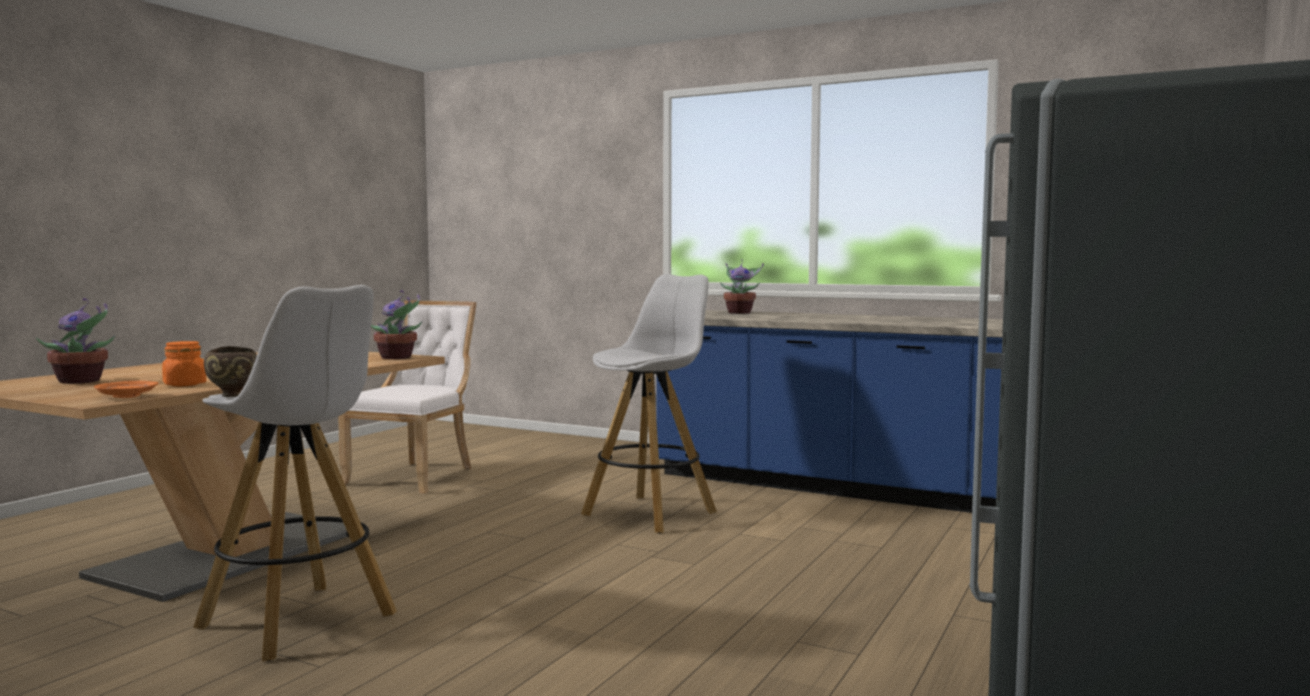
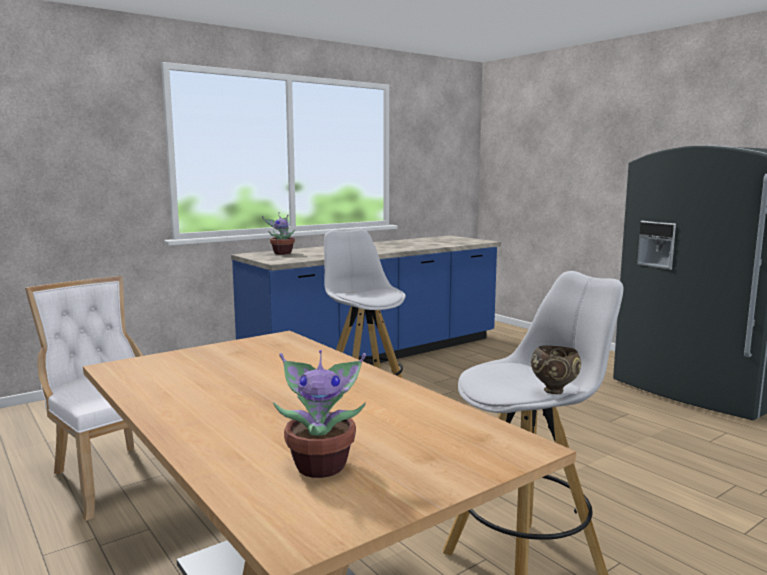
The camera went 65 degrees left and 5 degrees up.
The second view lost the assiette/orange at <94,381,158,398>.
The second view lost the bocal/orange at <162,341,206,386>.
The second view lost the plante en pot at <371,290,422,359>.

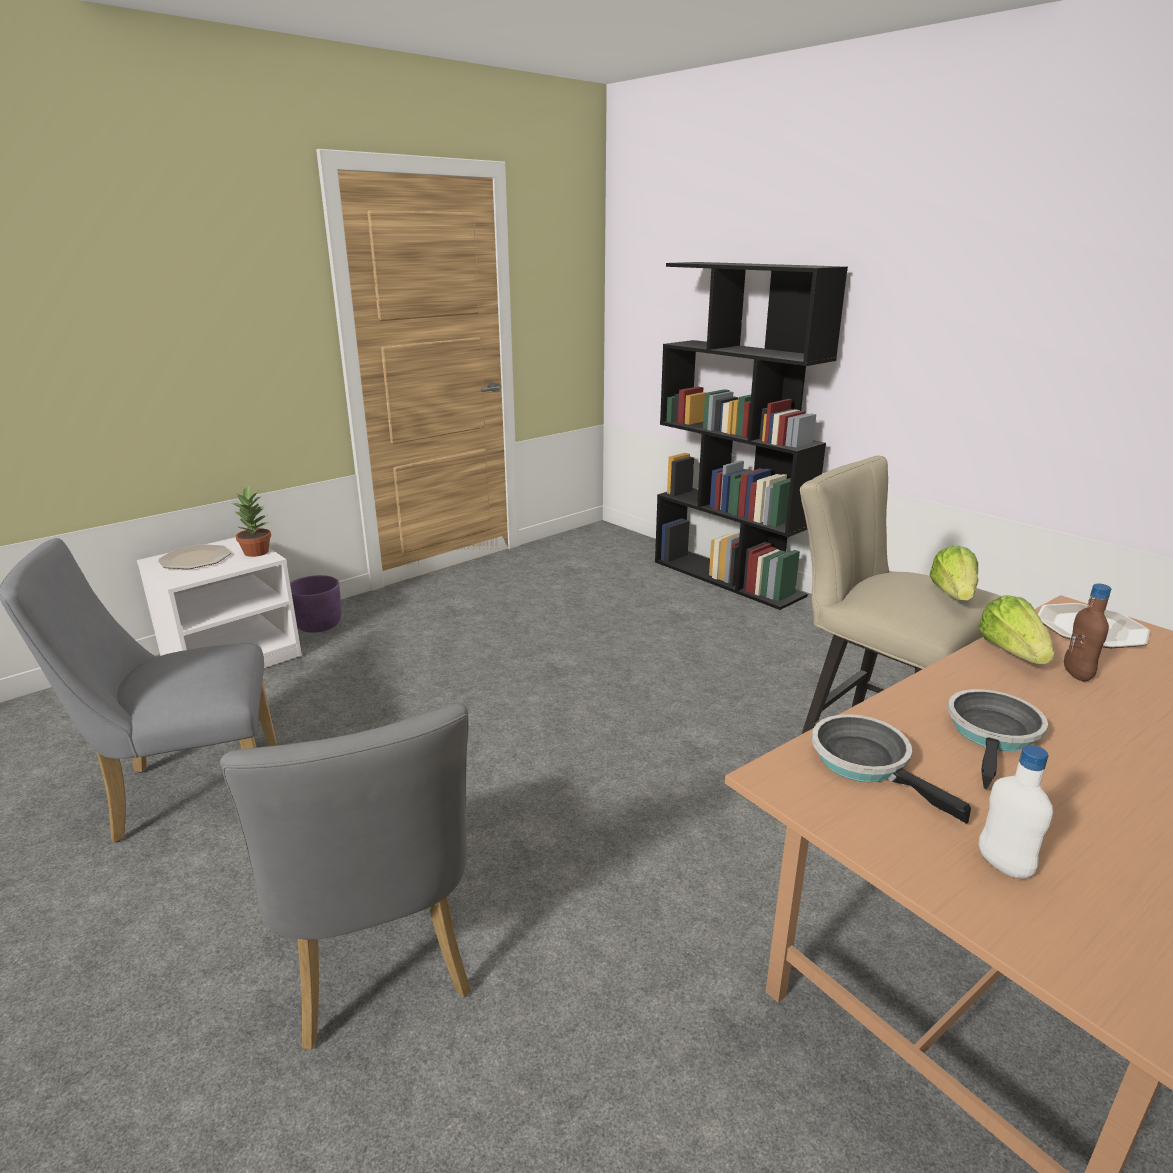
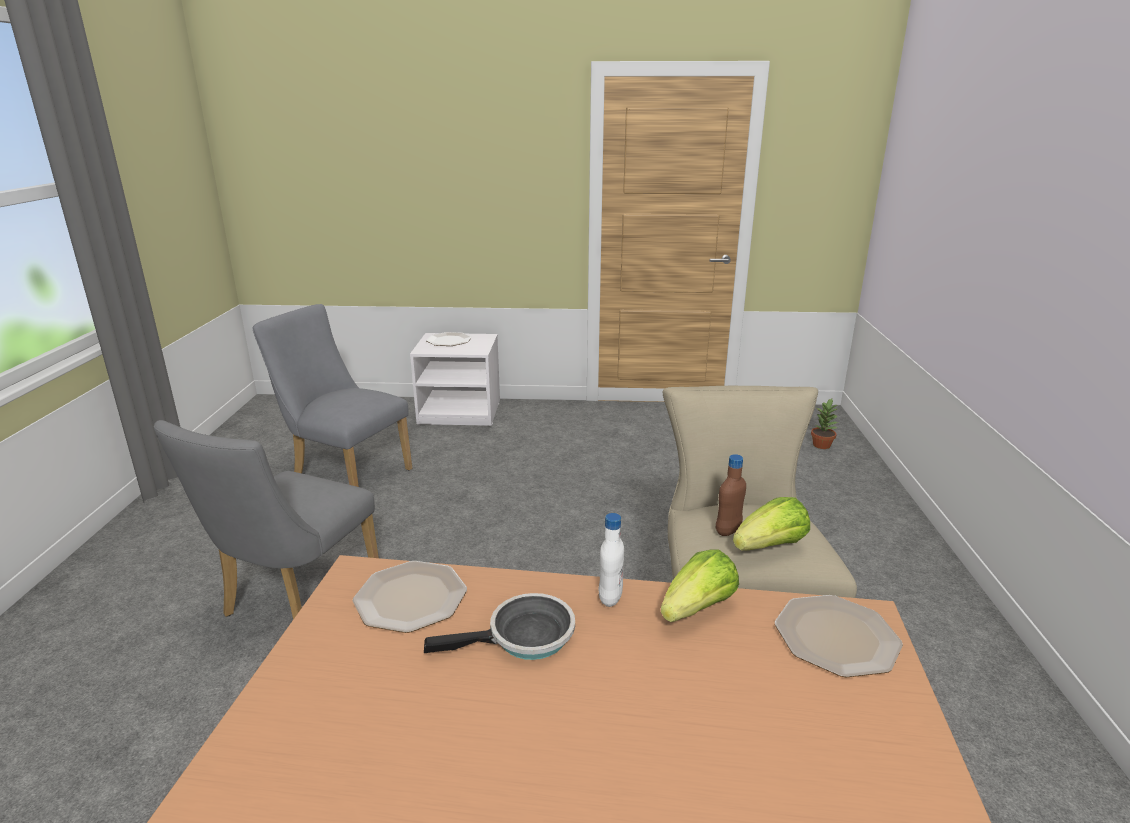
The camera went 45 degrees right and 0 degrees up.
The second view lost the cache-pot/violet at <290,575,341,633>.
The second view lost the bibliothèque/noir at <655,262,848,610>.
The plante en pot ended up elsewhere, having gone from <232,485,271,557> to <811,399,838,449>.
The bouteille/blanc ended up elsewhere, having gone from <978,745,1053,879> to <599,513,624,607>.
The bouteille/marron ended up elsewhere, having gone from <1064,583,1111,682> to <716,454,746,536>.
Where the poêle stood at <812,714,971,824>, the assiette came to stand at <353,561,467,633>.

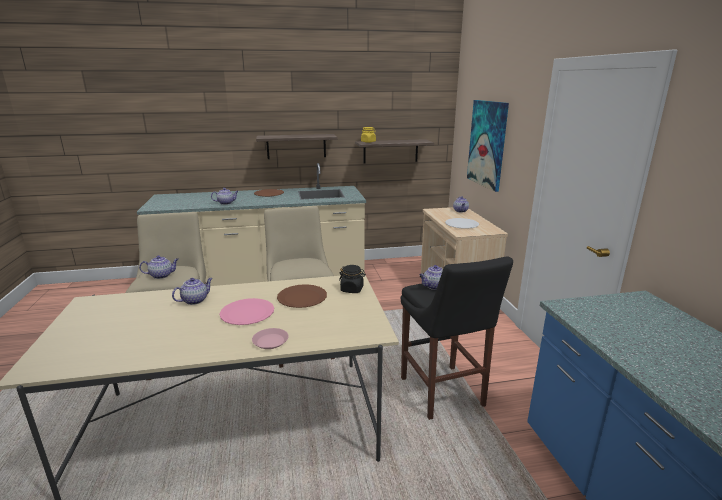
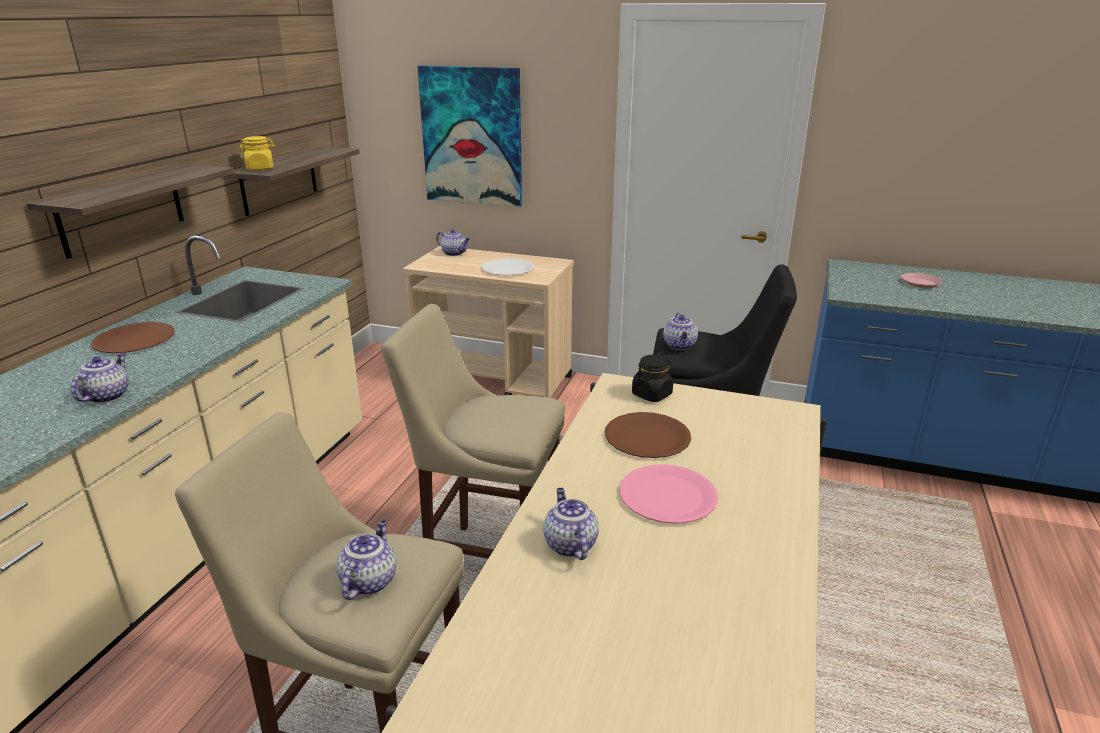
The camera went 60 degrees left and 5 degrees up.
The assiette/rose ended up elsewhere, having gone from <252,328,289,349> to <901,273,942,288>.

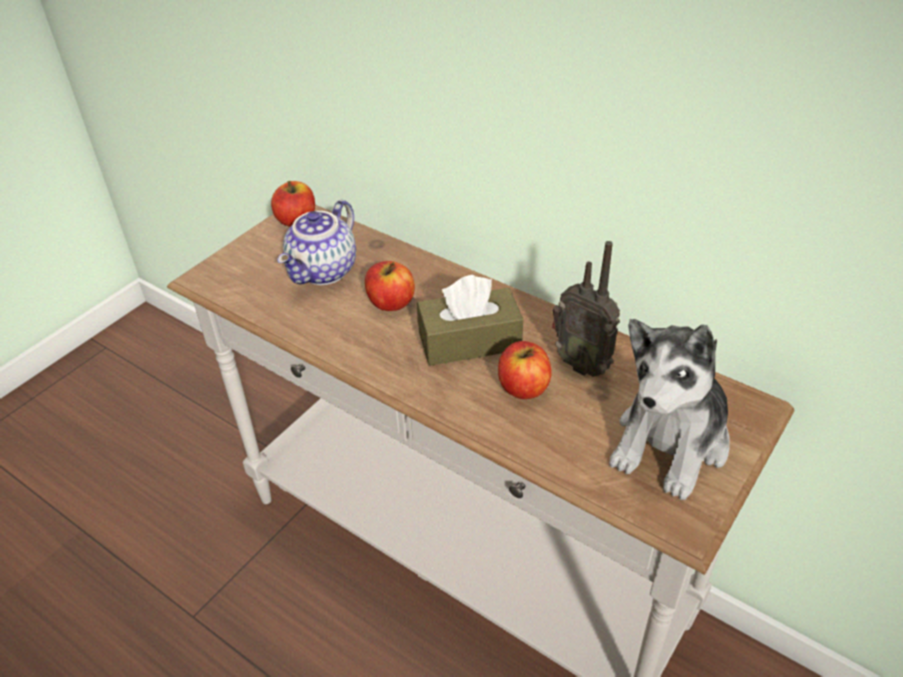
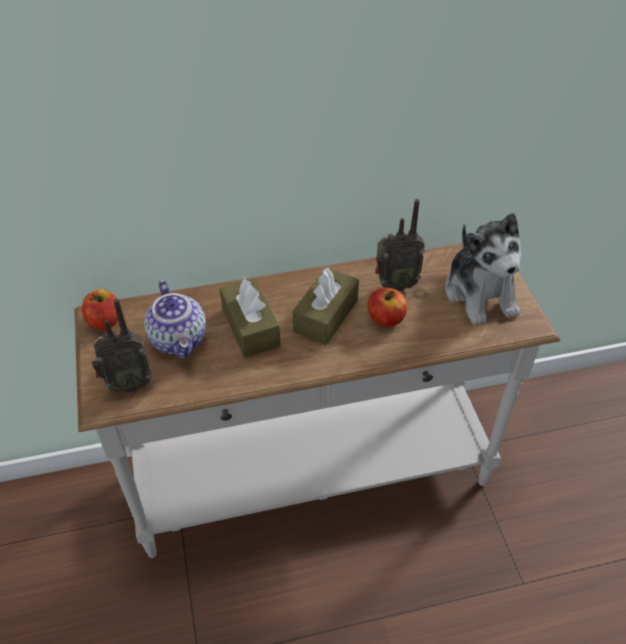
The camera went 50 degrees left and 5 degrees up.
The second view gained the radio at <92,299,152,393>.
Where the pomme stood at <365,261,415,311>, the boîte à mouchoirs/marron came to stand at <220,278,281,357>.

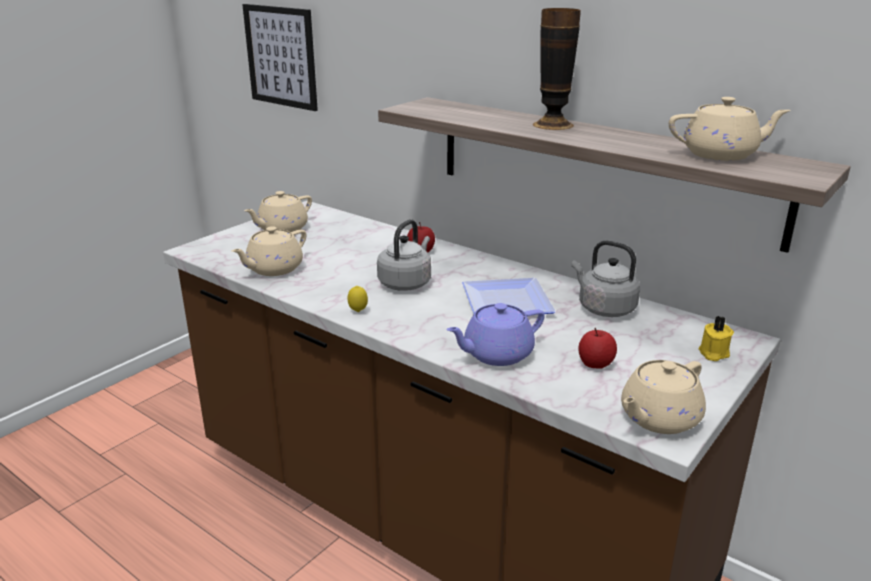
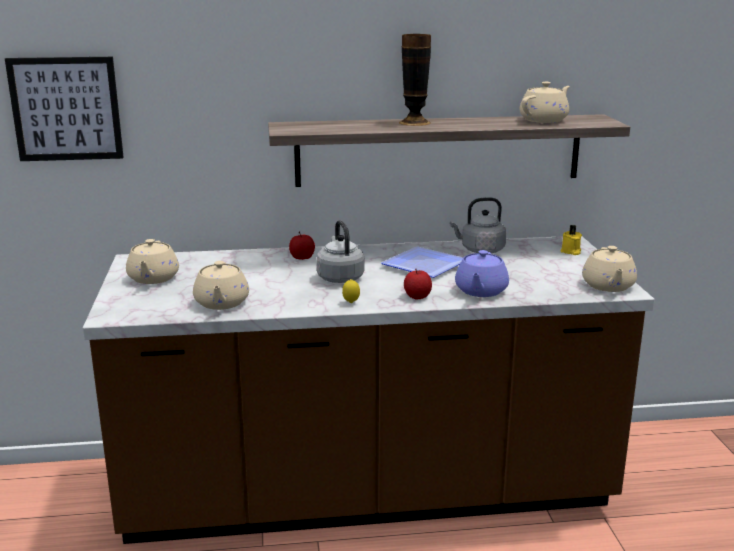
The camera went 45 degrees left and 5 degrees down.
The pomme ended up elsewhere, having gone from <578,328,617,369> to <404,269,432,299>.

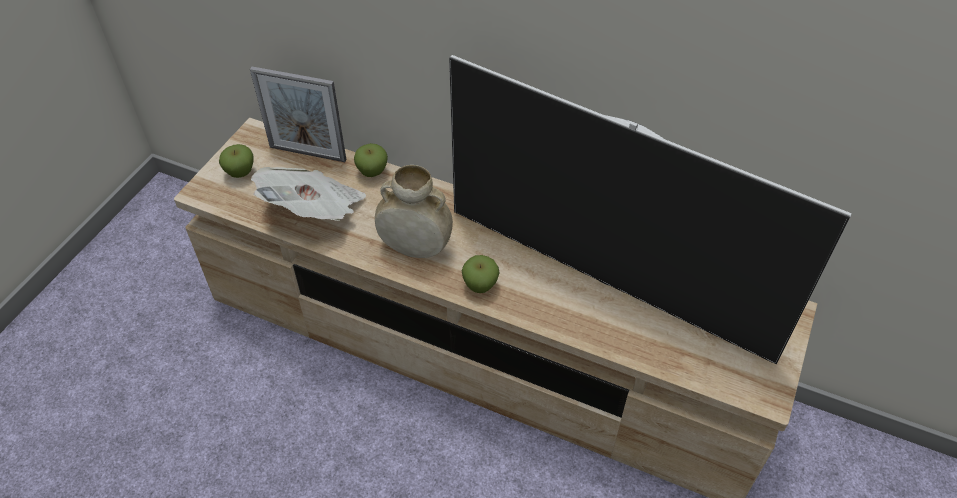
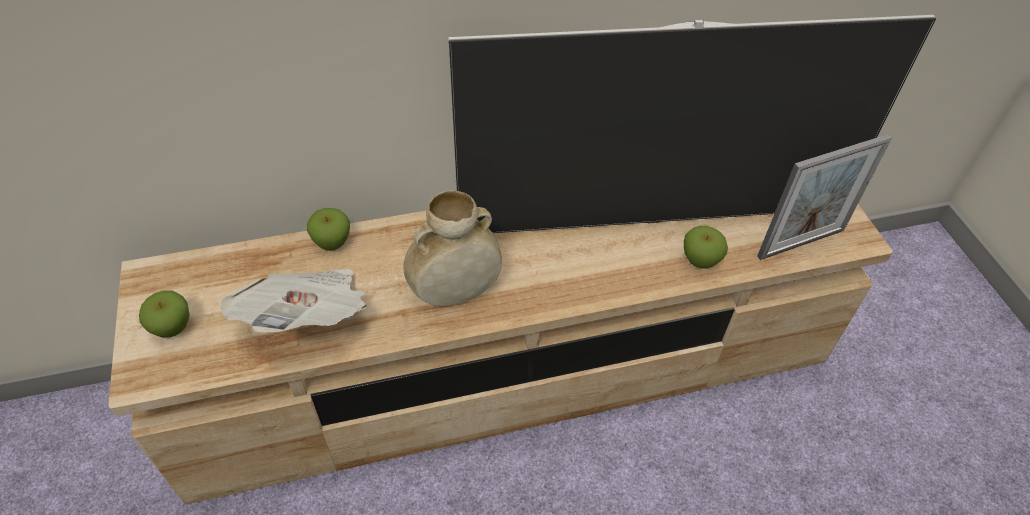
The camera went 40 degrees left and 0 degrees up.
The cadre photo ended up elsewhere, having gone from <250,67,346,162> to <757,134,892,260>.
The pomme ended up elsewhere, having gone from <462,255,499,293> to <684,226,728,269>.

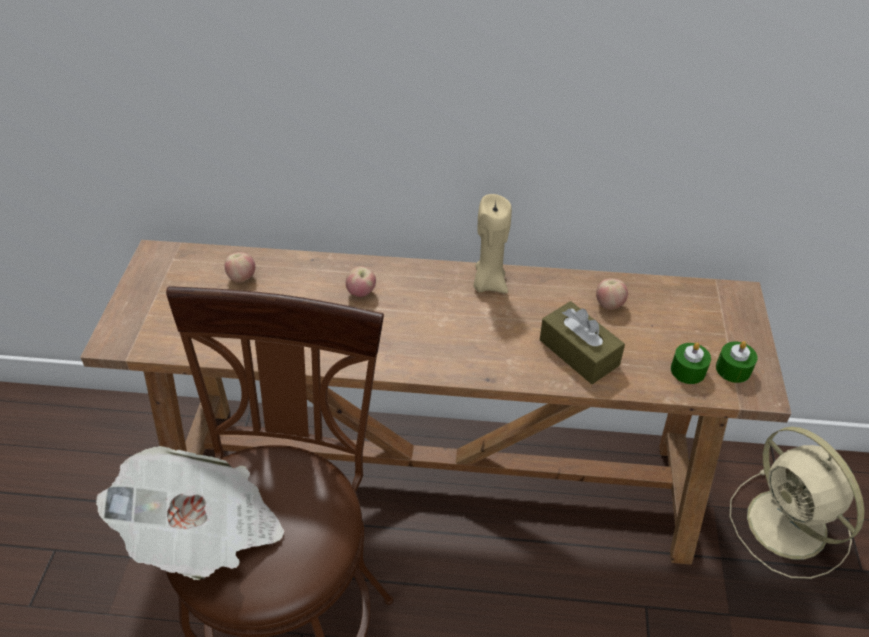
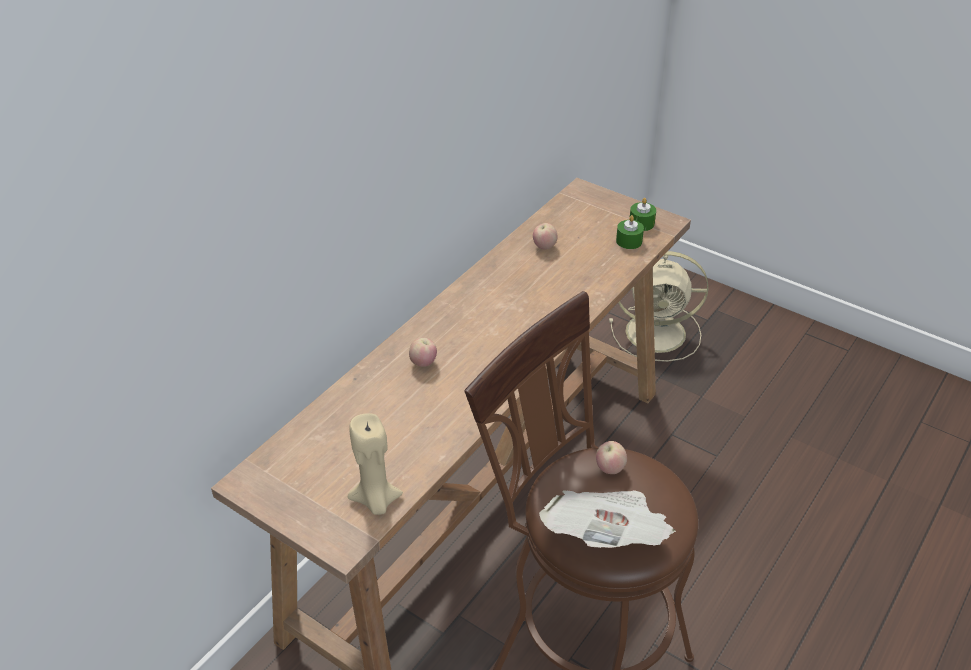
The camera went 60 degrees left and 5 degrees down.
The second view lost the boîte à mouchoirs/marron at <540,301,625,384>.
The pomme ended up elsewhere, having gone from <224,252,255,283> to <596,441,627,474>.
The bougie/beige ended up elsewhere, having gone from <473,194,512,293> to <348,413,403,515>.

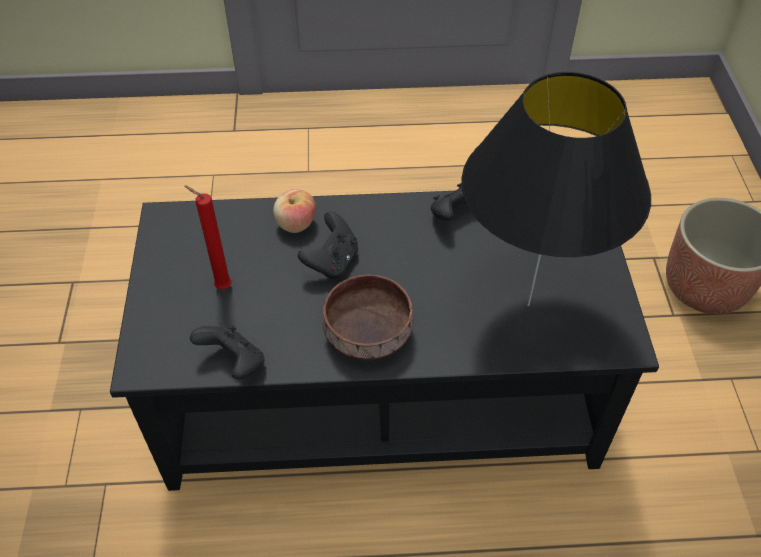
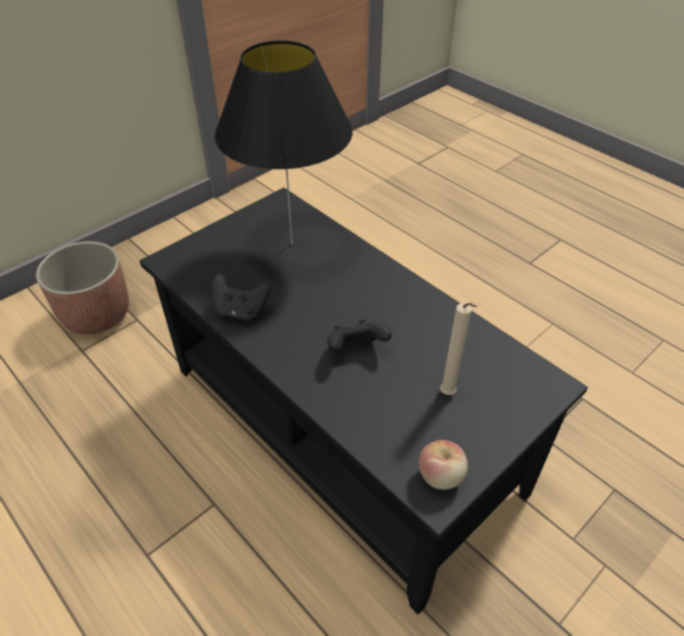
The camera went 130 degrees left and 5 degrees down.
The second view lost the manette/noir at <190,325,265,380>.
The second view lost the bol/marron at <322,274,414,360>.
The pomme ended up elsewhere, having gone from <273,189,316,233> to <419,440,468,490>.
What was the bougie/rouge at <184,185,232,289> turned into the bougie/beige at <440,303,477,395>.

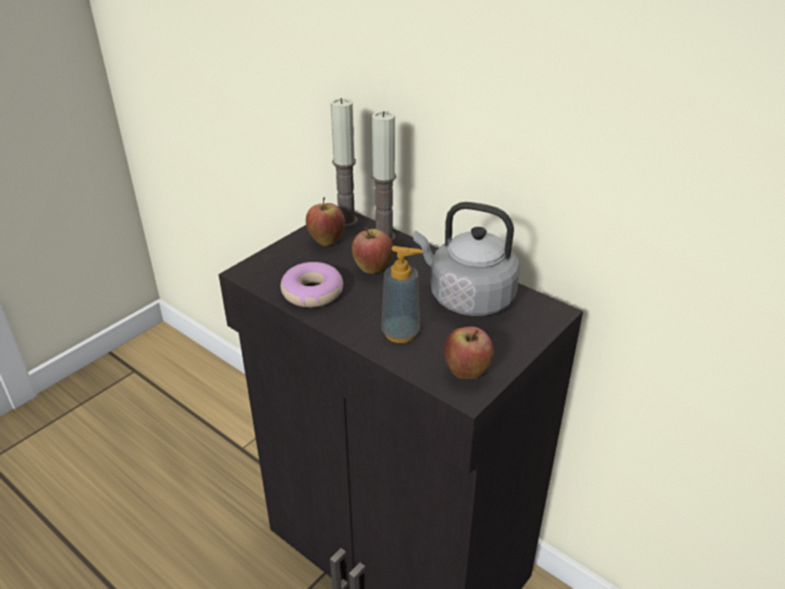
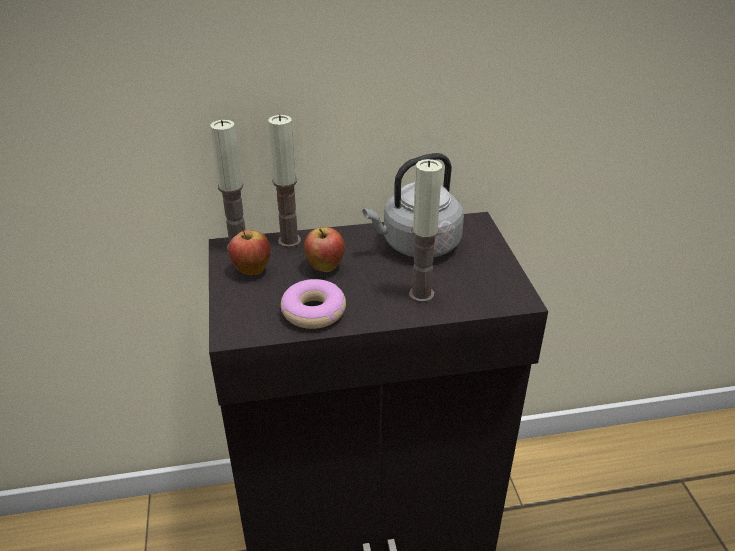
The camera went 50 degrees left and 0 degrees up.
The second view lost the pomme at <444,326,494,379>.
Where the distributeur de savon stood at <381,246,423,343>, the bougie came to stand at <409,159,442,303>.

